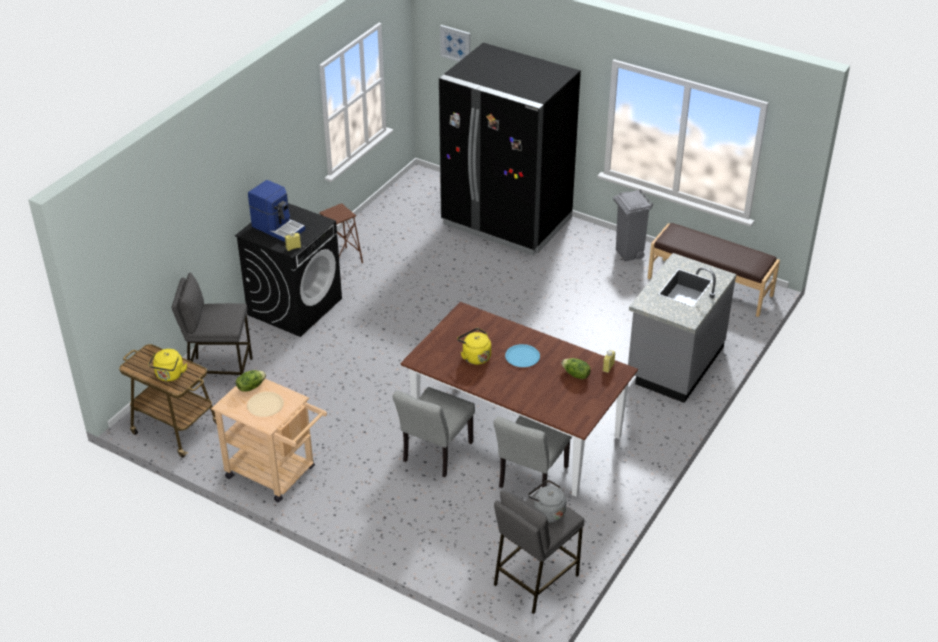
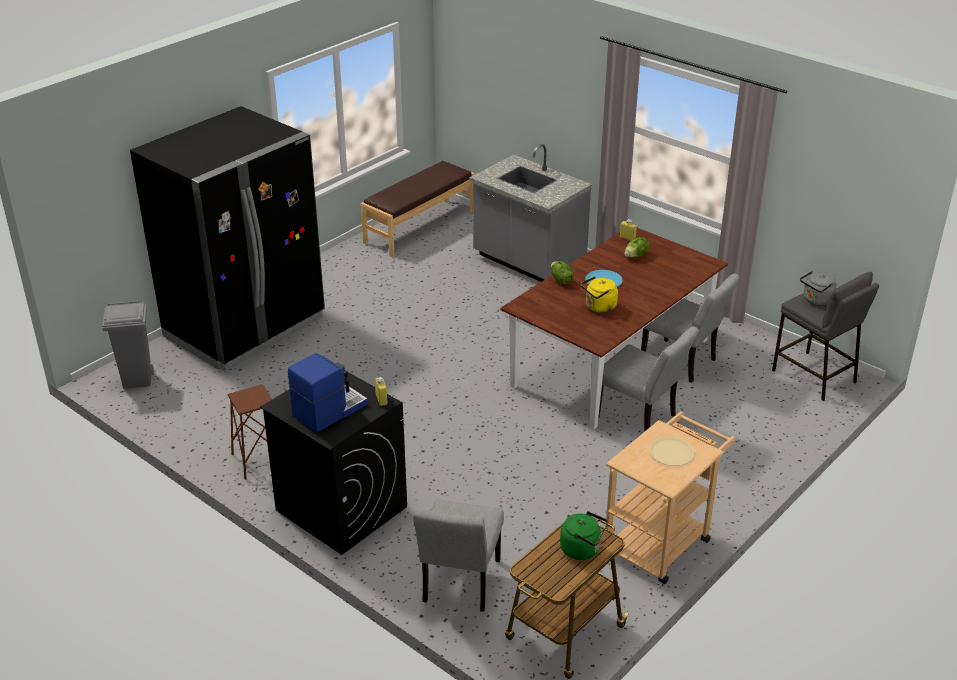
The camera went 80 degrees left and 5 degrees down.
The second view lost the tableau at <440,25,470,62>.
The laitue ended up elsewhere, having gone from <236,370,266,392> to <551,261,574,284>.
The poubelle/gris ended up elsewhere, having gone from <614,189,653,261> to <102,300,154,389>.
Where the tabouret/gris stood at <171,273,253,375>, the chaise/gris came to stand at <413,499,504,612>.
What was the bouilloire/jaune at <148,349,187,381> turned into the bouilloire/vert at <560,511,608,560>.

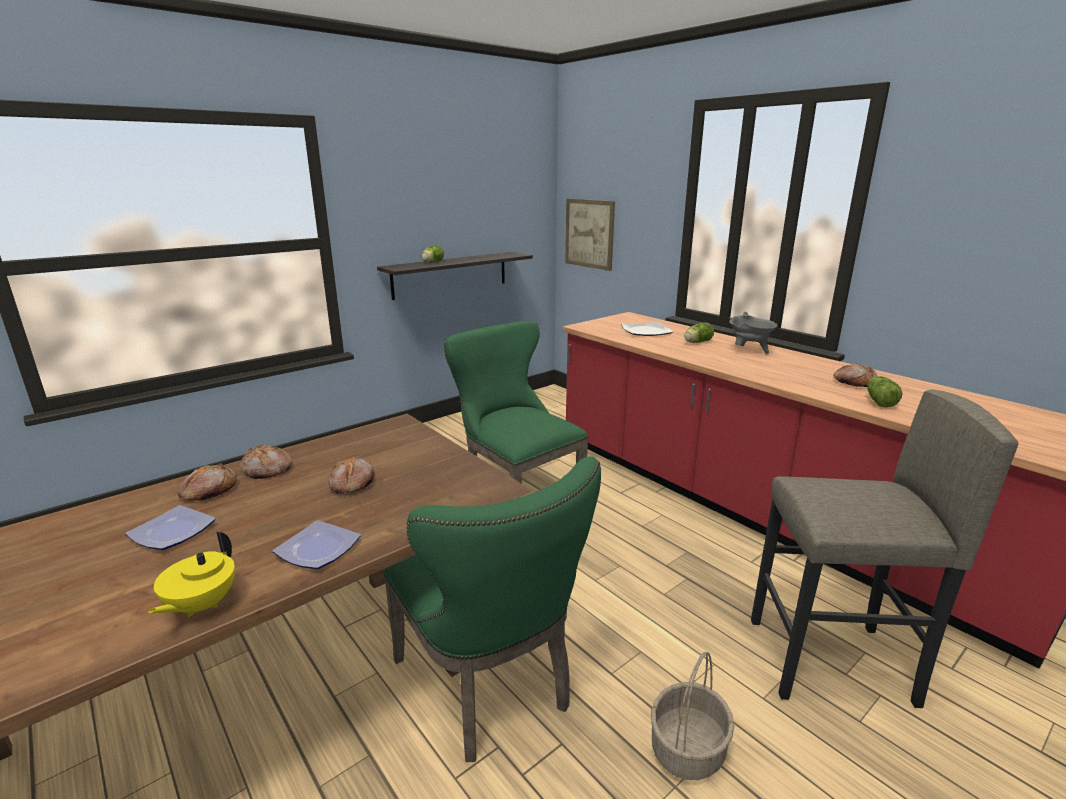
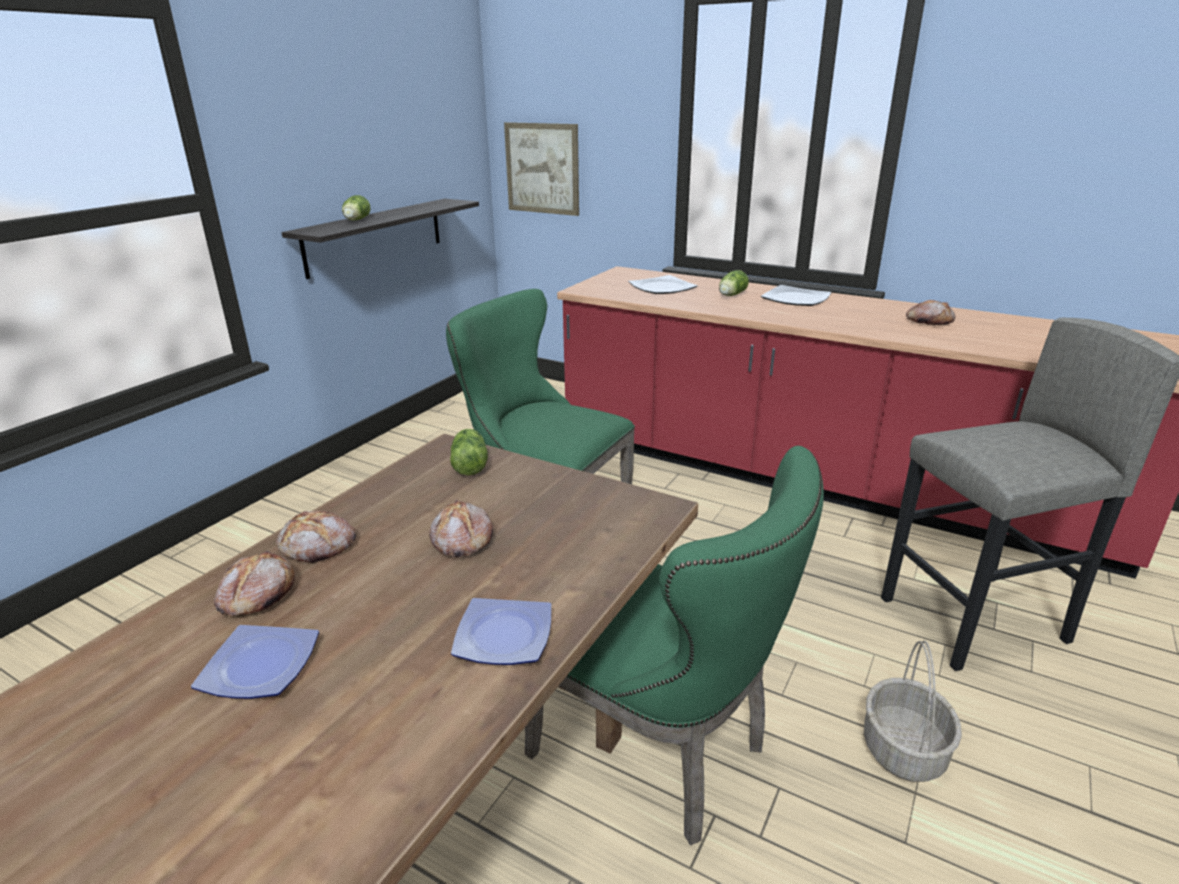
The camera went 20 degrees left and 5 degrees up.
The second view lost the théière/jaune at <148,532,235,618>.
The laitue ended up elsewhere, having gone from <867,376,902,407> to <450,429,488,475>.
Where the marmite/gris stood at <729,312,778,354>, the assiette came to stand at <761,285,831,306>.

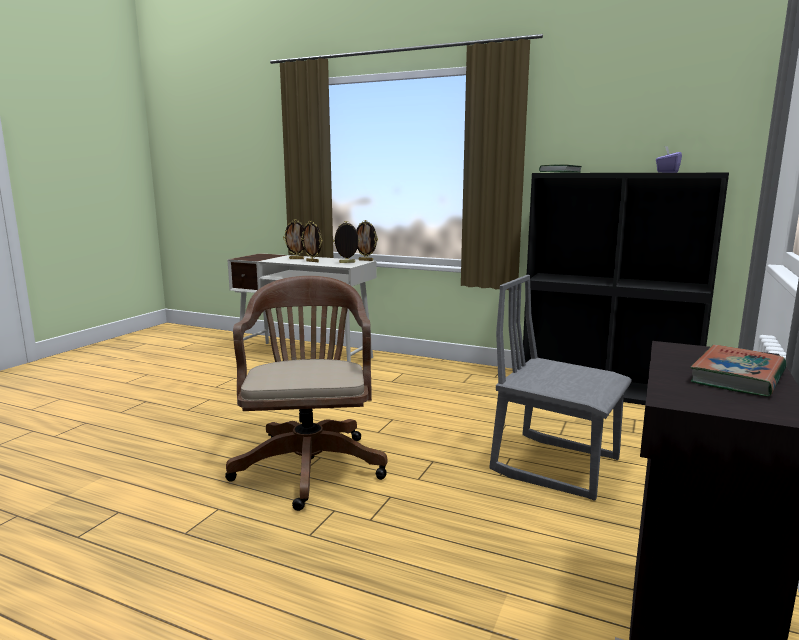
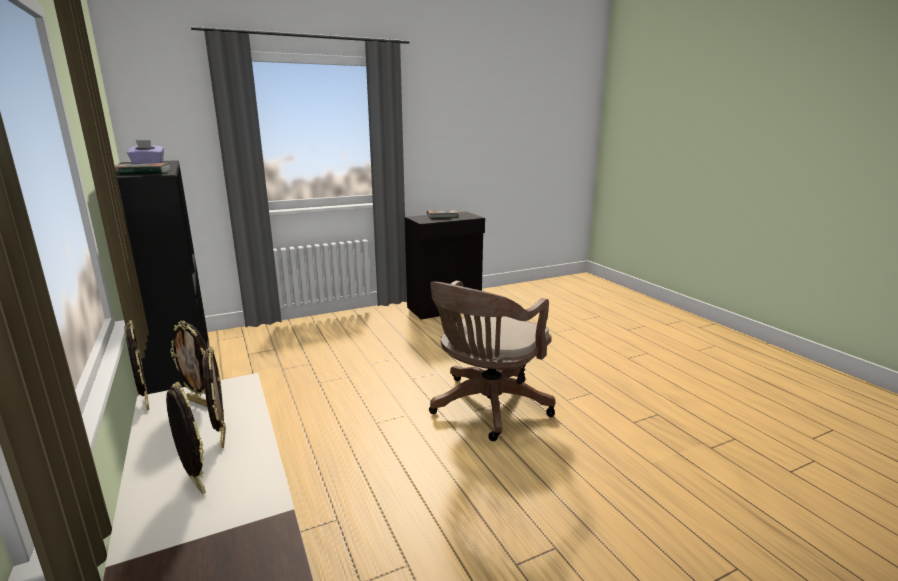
The camera went 140 degrees left and 5 degrees up.
The second view lost the chaise/gris at <489,275,632,501>.

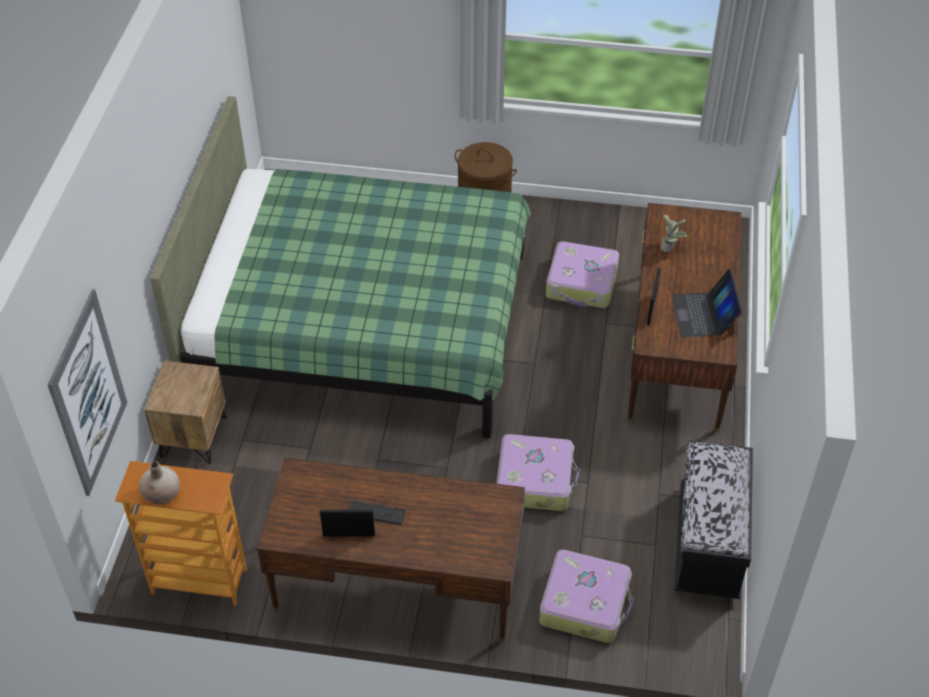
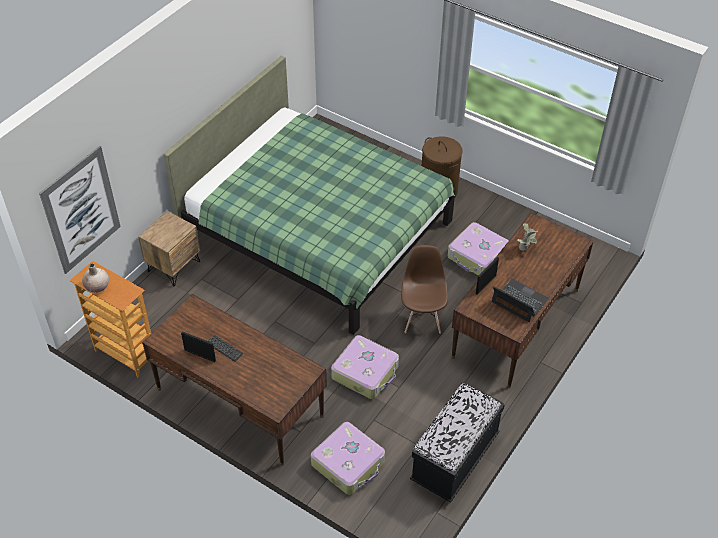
The camera went 25 degrees right and 0 degrees up.
The second view gained the chaise/marron at <401,245,448,334>.
The ordinateur portable at <672,269,742,337> ended up facing another way, 105 degrees clockwise from before.

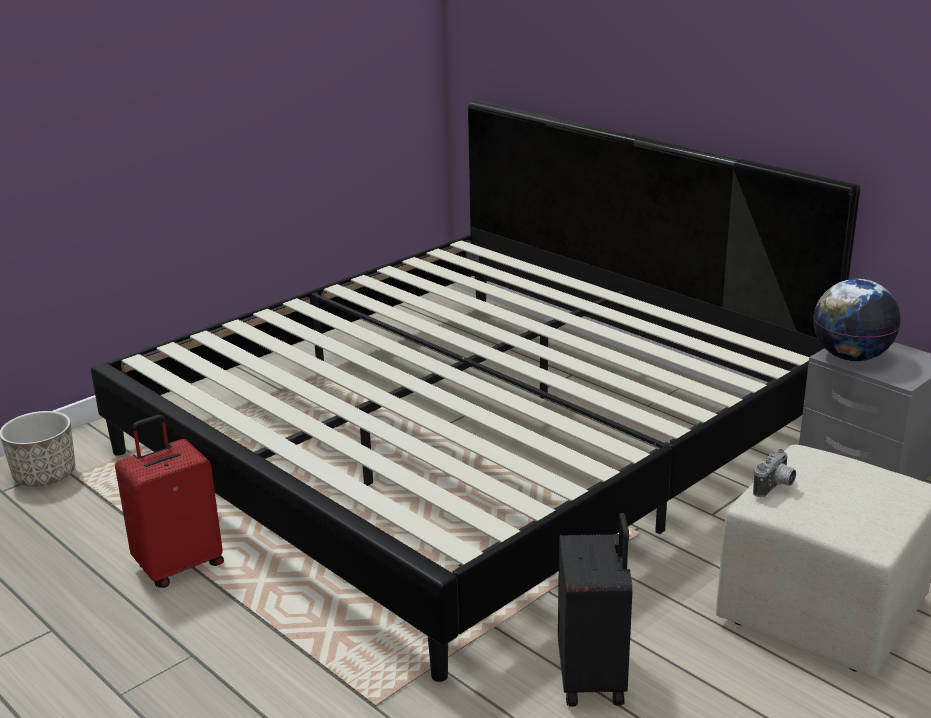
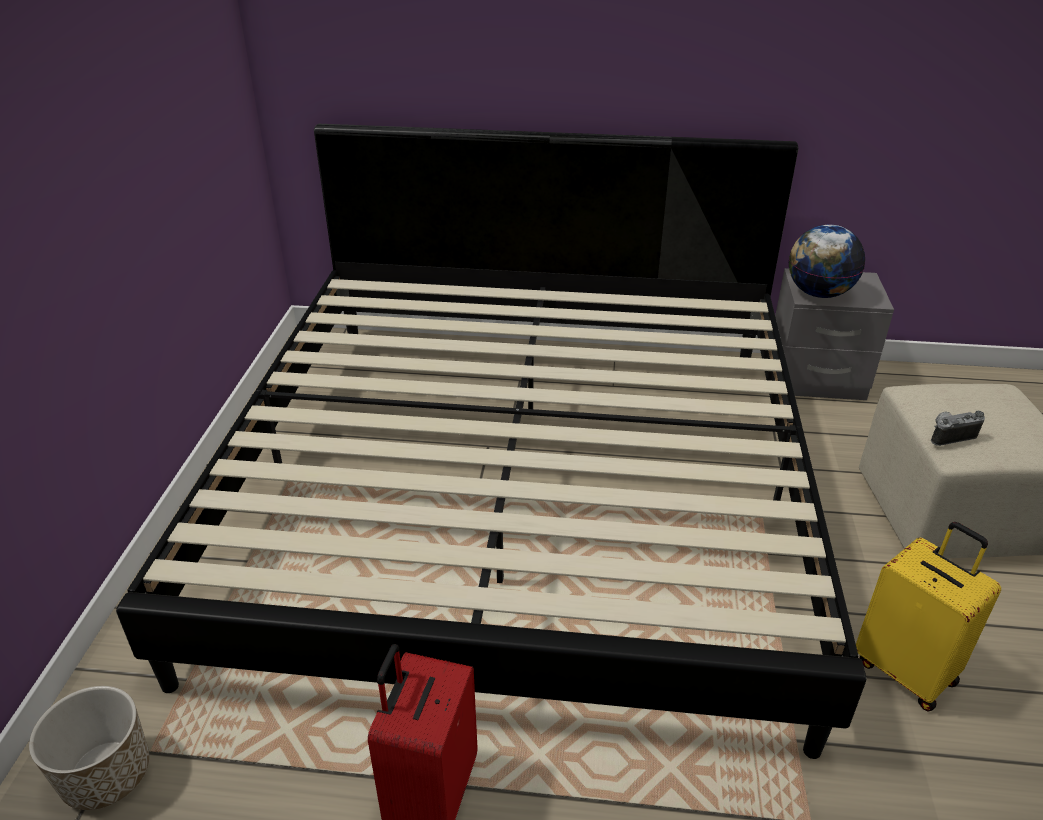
The camera went 40 degrees left and 10 degrees up.
What was the valise/noir at <558,513,633,707> turned into the valise/jaune at <856,522,1001,712>.
The appareil photo at <753,449,796,497> ended up facing another way, 105 degrees counterclockwise from before.

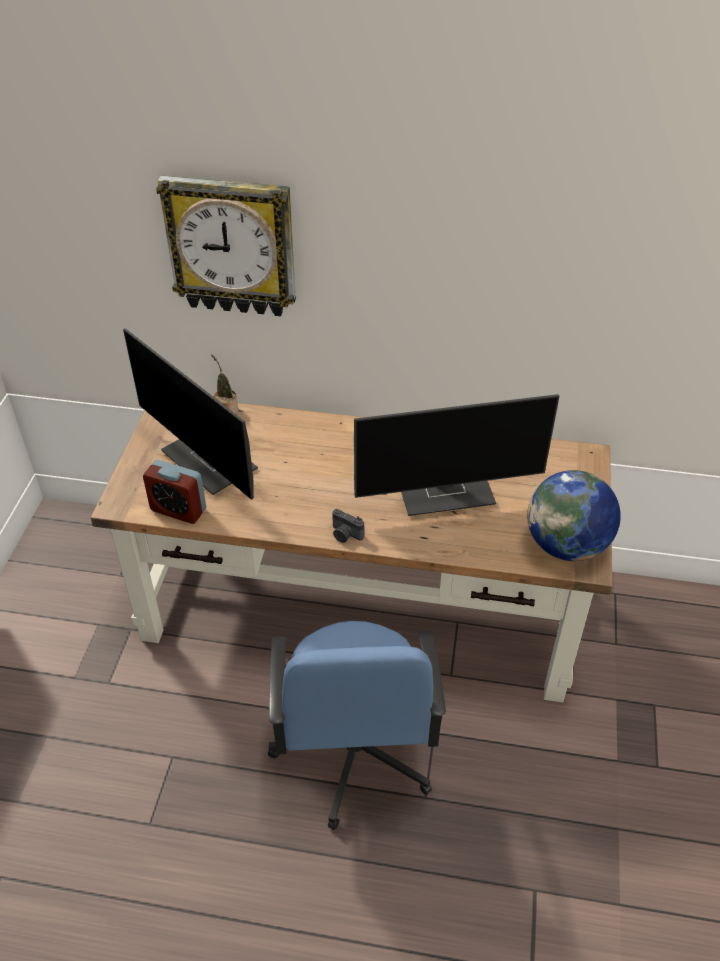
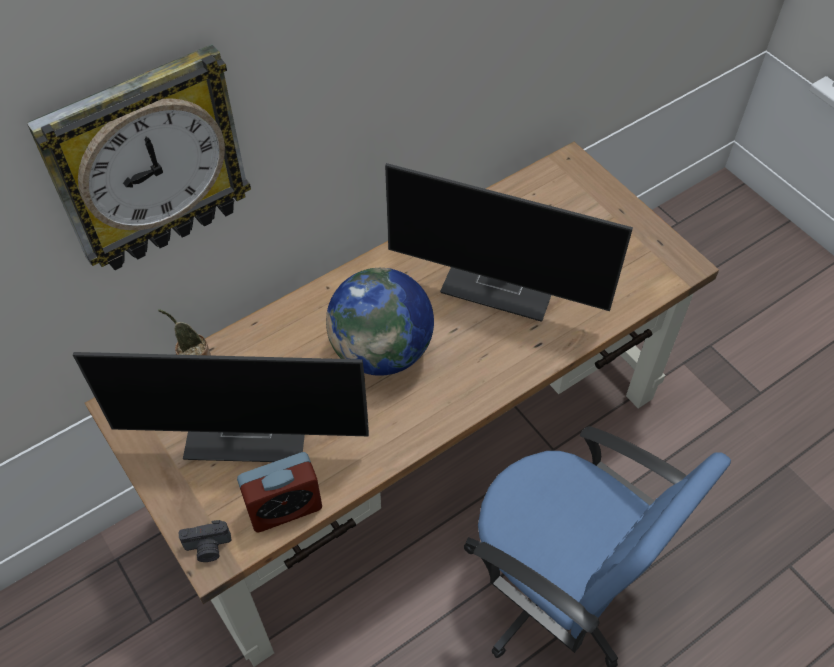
The camera went 45 degrees left and 10 degrees up.
The appareil photo ended up elsewhere, having gone from <332,509,364,543> to <178,520,231,562>.
The globe ended up elsewhere, having gone from <527,470,621,561> to <326,268,434,376>.
The écran d'ordinateur at <354,394,559,516> ended up facing another way, 75 degrees clockwise from before.

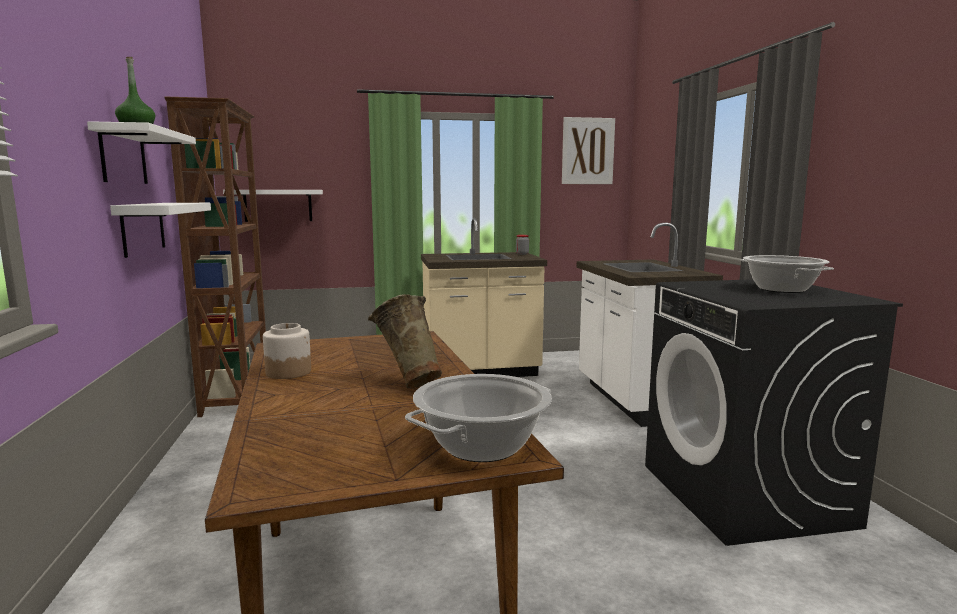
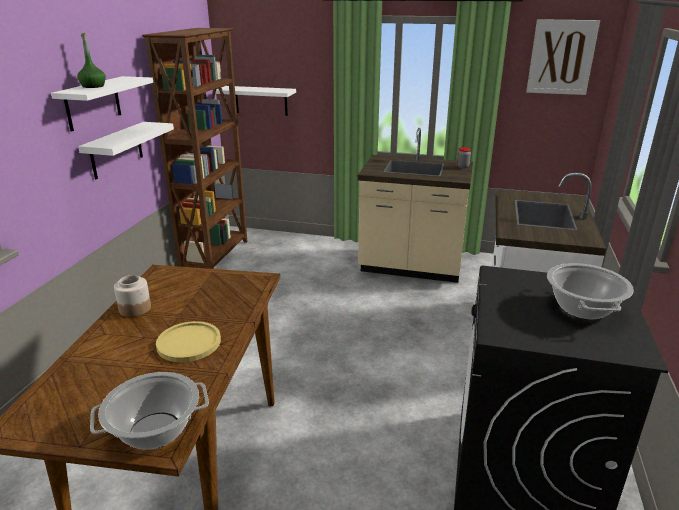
The camera went 25 degrees right and 15 degrees up.
Where the vase/beige stood at <368,294,442,389>, the assiette/jaune came to stand at <156,321,221,362>.

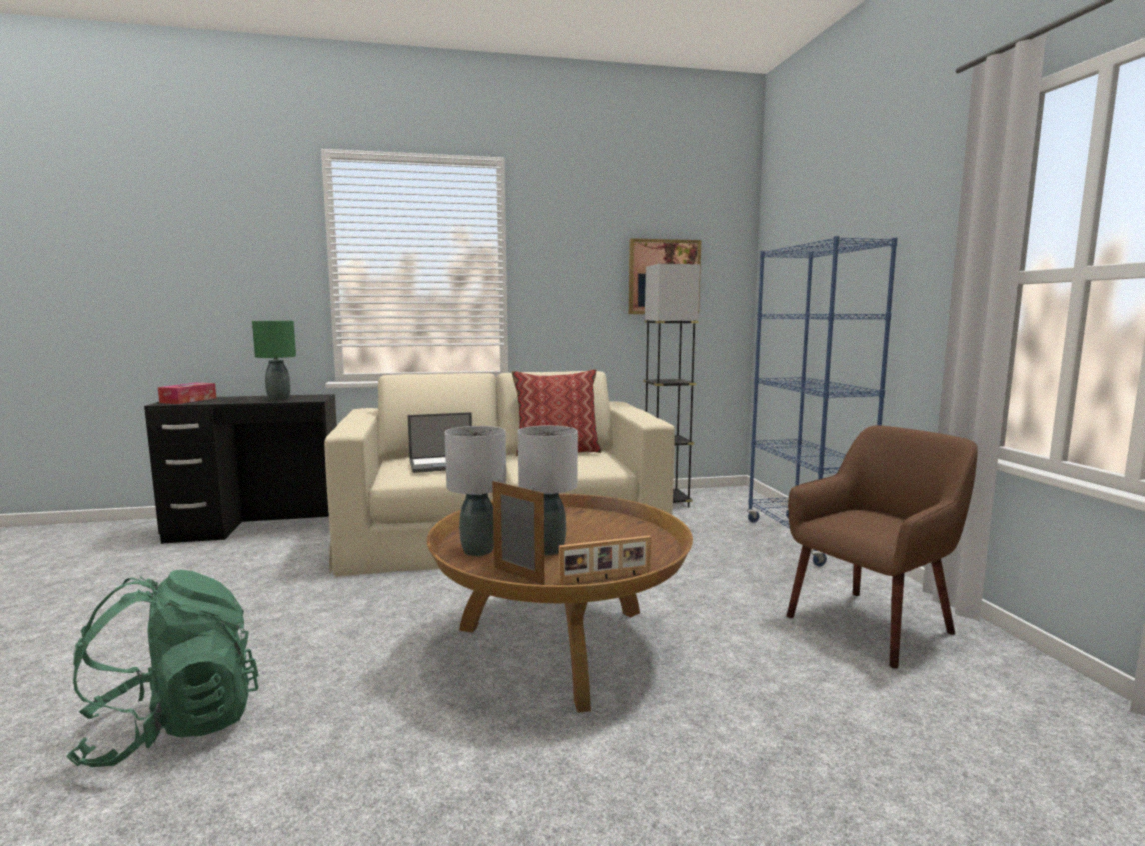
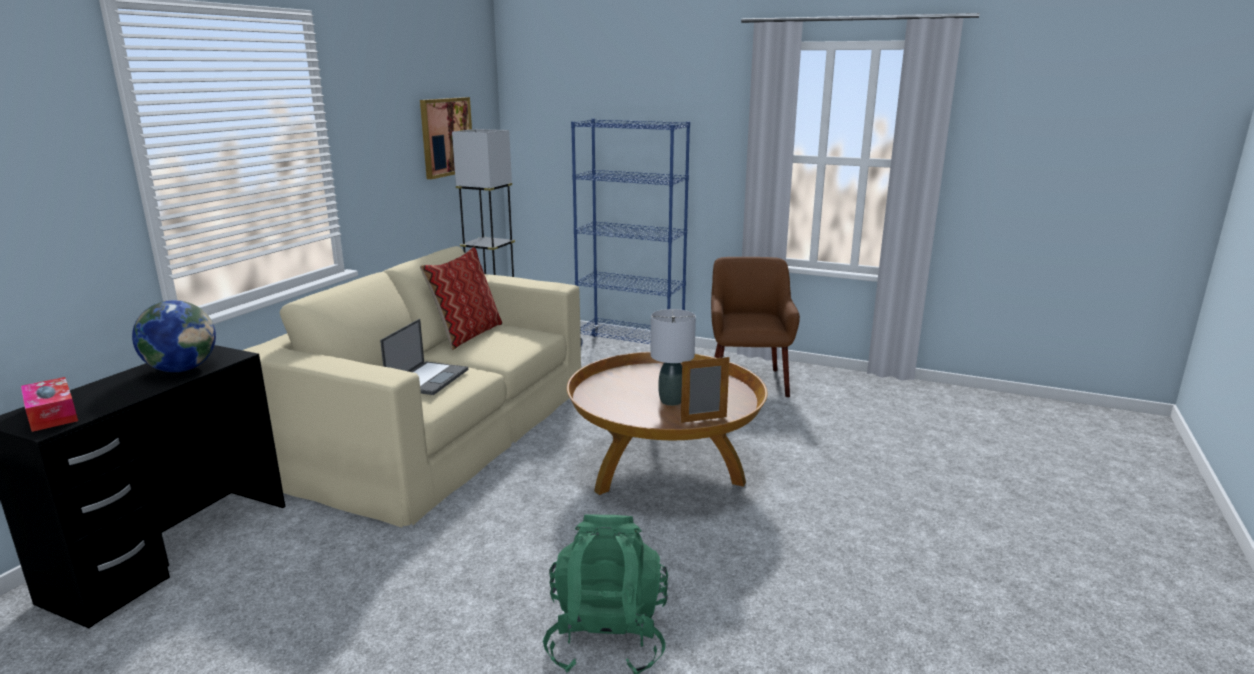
The camera went 55 degrees left and 10 degrees up.
The second view lost the lampe de table/gris at <444,426,506,556>.
The second view lost the cadre photo at <559,536,651,585>.
Where the lampe de table/vert stood at <252,321,296,401>, the globe came to stand at <132,300,216,372>.

